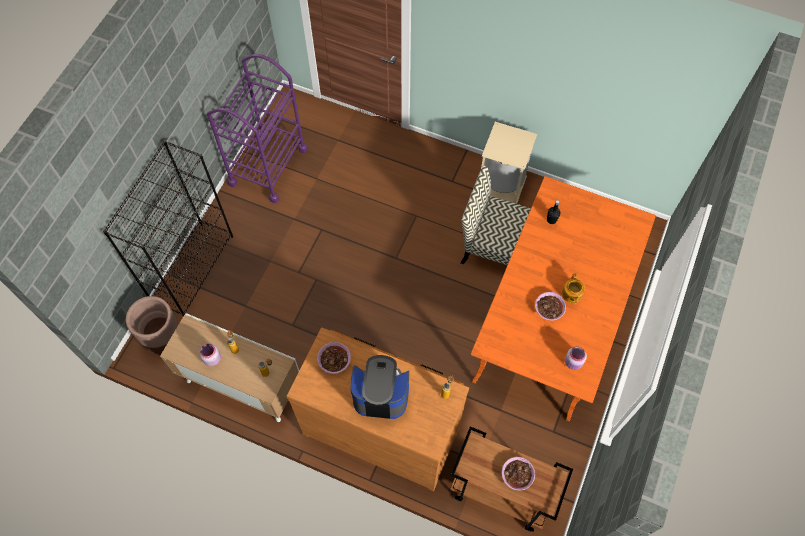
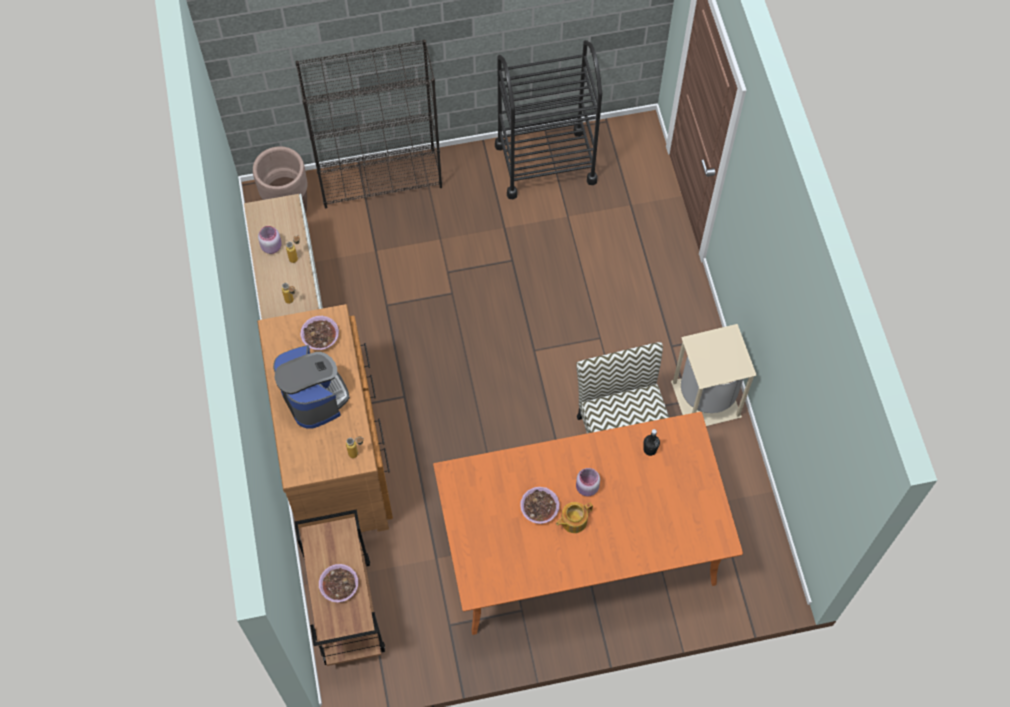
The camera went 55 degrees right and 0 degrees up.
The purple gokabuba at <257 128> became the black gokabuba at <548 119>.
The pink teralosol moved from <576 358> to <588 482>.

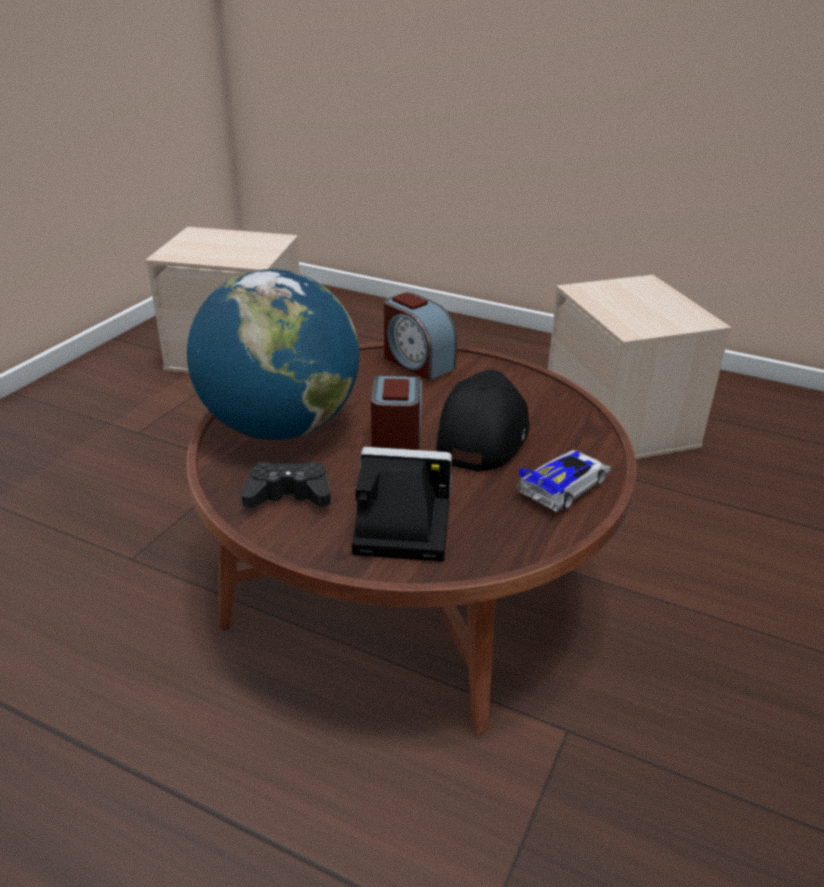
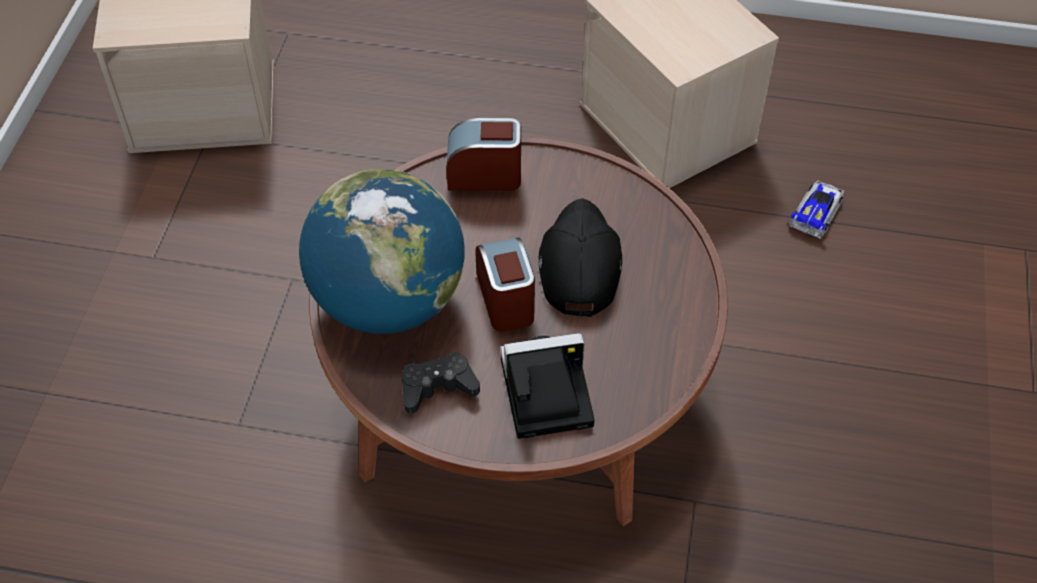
The camera went 15 degrees left and 20 degrees up.
The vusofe at <420 336> turned 150 degrees clockwise.
The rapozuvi moved from <563 481> to <816 209>.

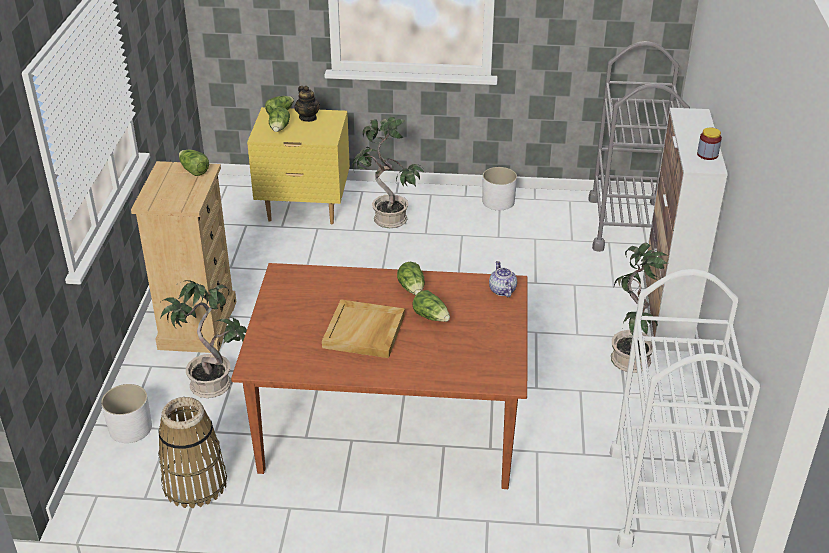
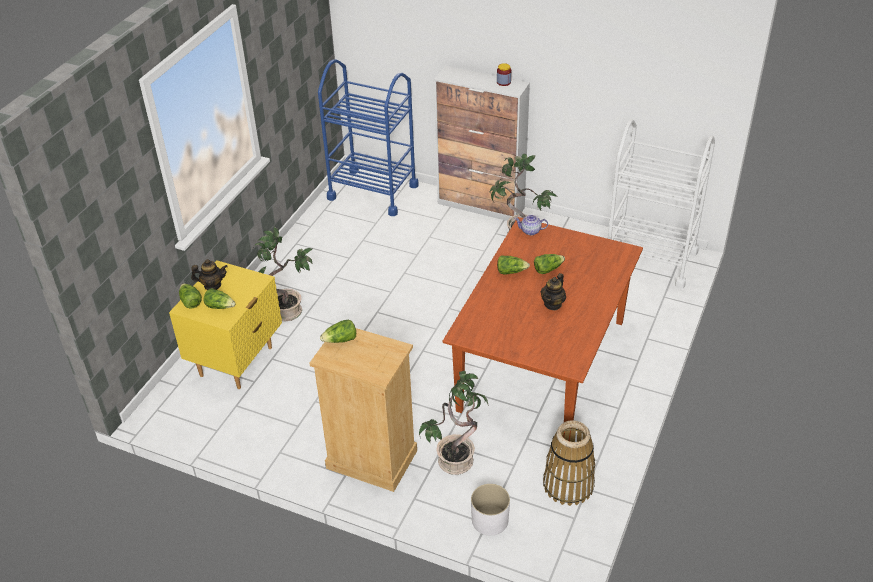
The camera went 70 degrees left and 5 degrees up.
The grey gokabuba at <639 146> became the blue gokabuba at <368 137>.
The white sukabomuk at <499 188> disappeared.
The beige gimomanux at <363 328> was replaced by the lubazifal at <553 291>.

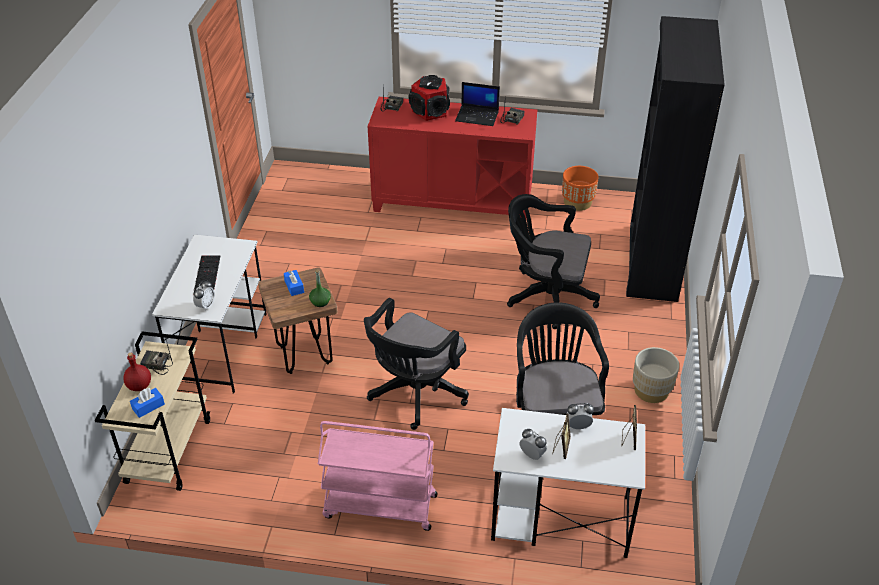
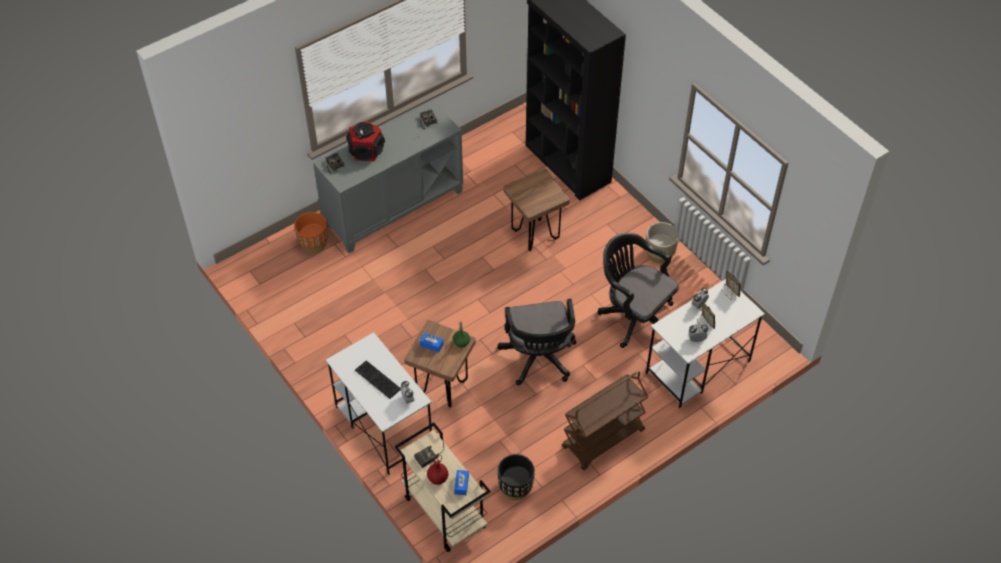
The camera went 45 degrees left and 10 degrees up.
The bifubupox at <477 104> disappeared.
The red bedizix at <452 158> became the grey bedizix at <388 177>.
The orange sukabomuk moved from <580 188> to <311 232>.
The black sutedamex at <553 261> was replaced by the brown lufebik at <536 209>.
The pink gokabuba at <378 476> became the brown gokabuba at <605 420>.
The black sukabomuk at <516 477> appeared.

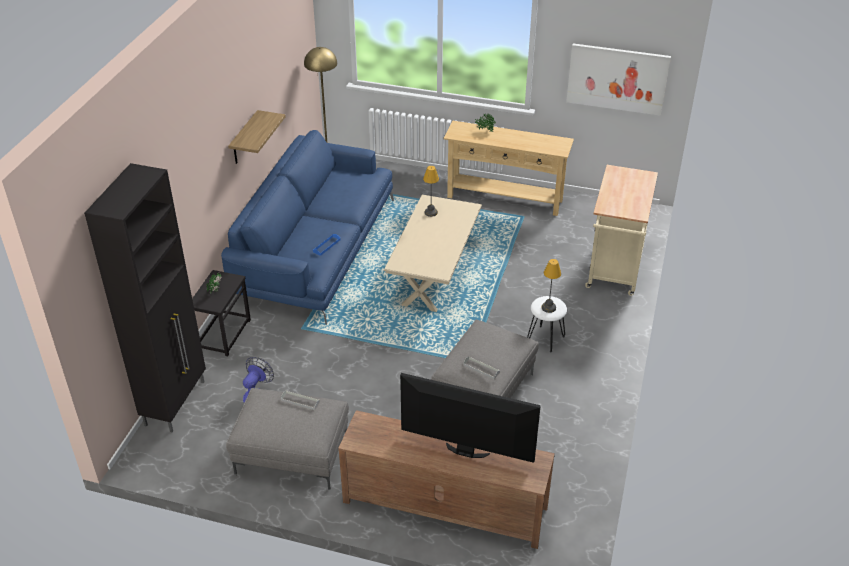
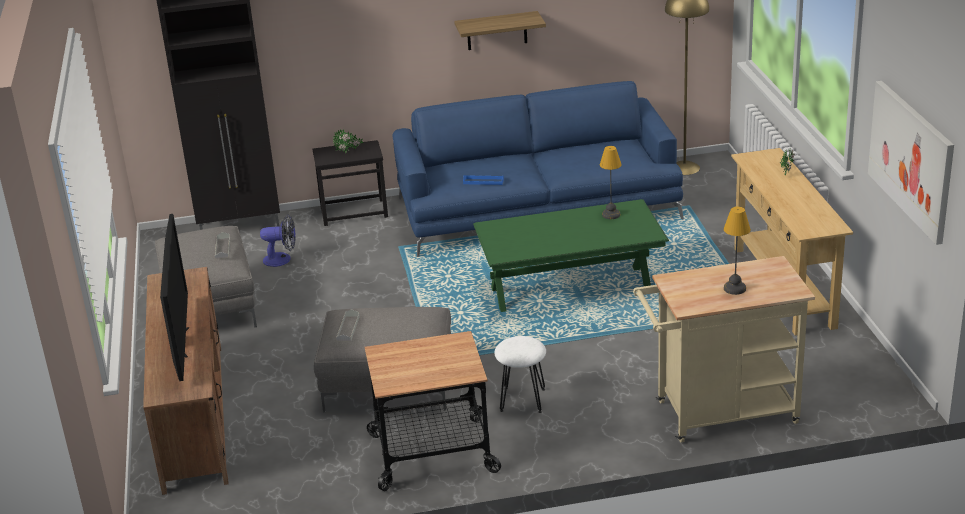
The camera went 65 degrees right and 10 degrees down.
The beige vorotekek at <433 253> became the green vorotekek at <571 255>.
The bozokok moved from <551 286> to <737 251>.
The gokabuba at <433 411> appeared.

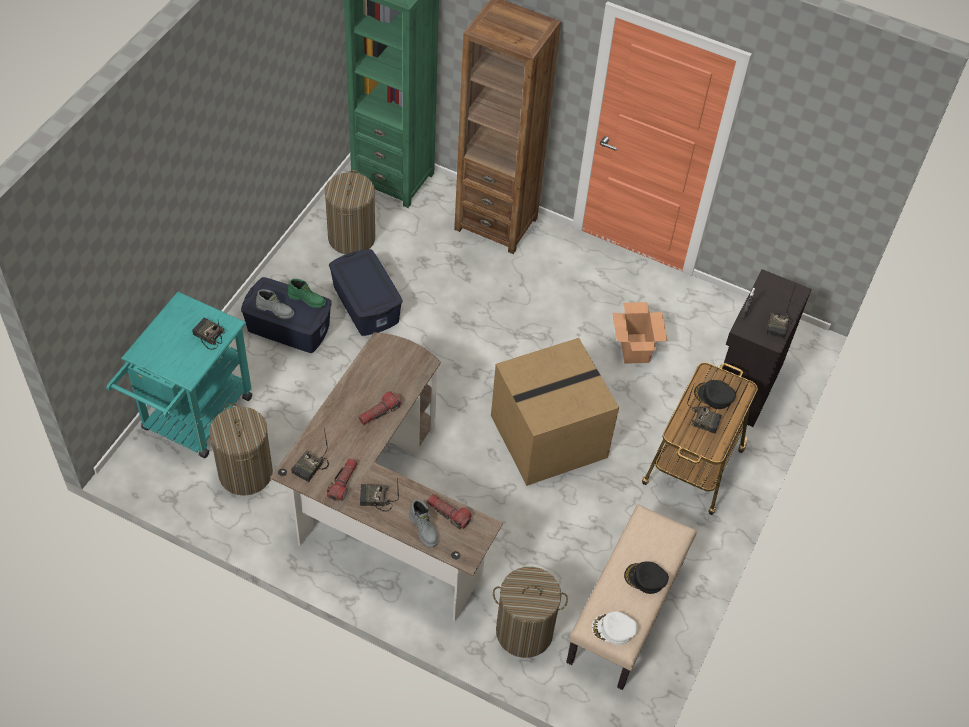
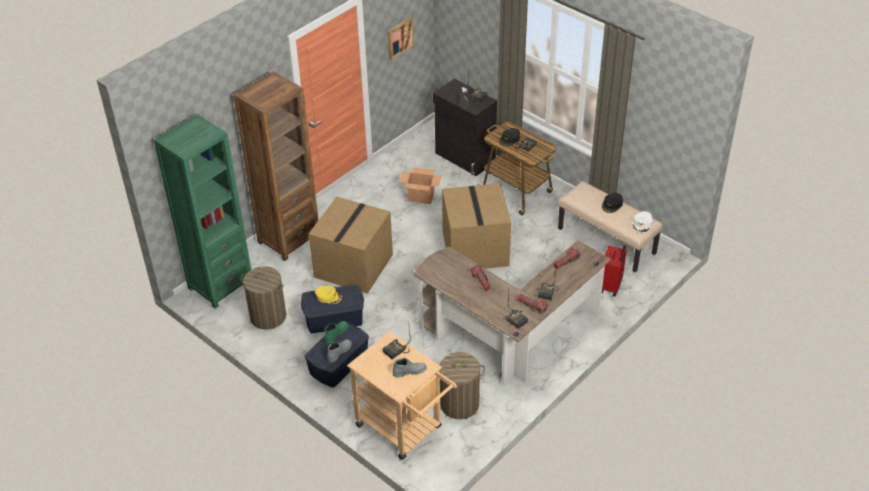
The camera went 70 degrees left and 10 degrees down.
The turquoise gokabuba at <179 375> became the beige gokabuba at <402 395>.
The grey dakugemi moved from <423 523> to <410 367>.
The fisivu at <530 612> was replaced by the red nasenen at <614 271>.
The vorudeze at <400 38> appeared.
The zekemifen at <351 245> appeared.
The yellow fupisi at <328 295> appeared.

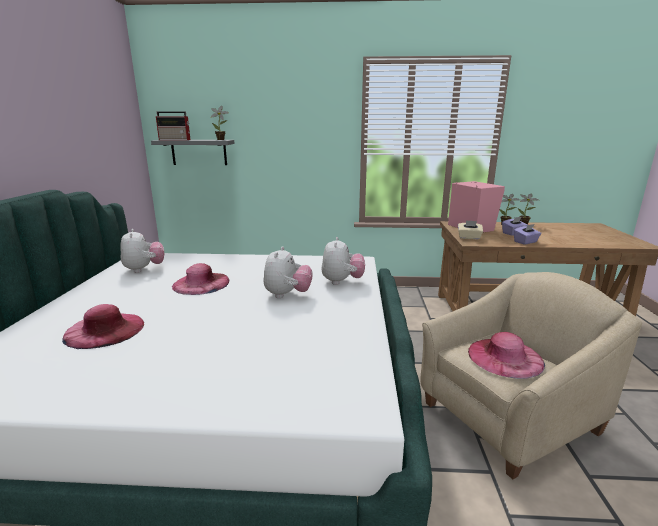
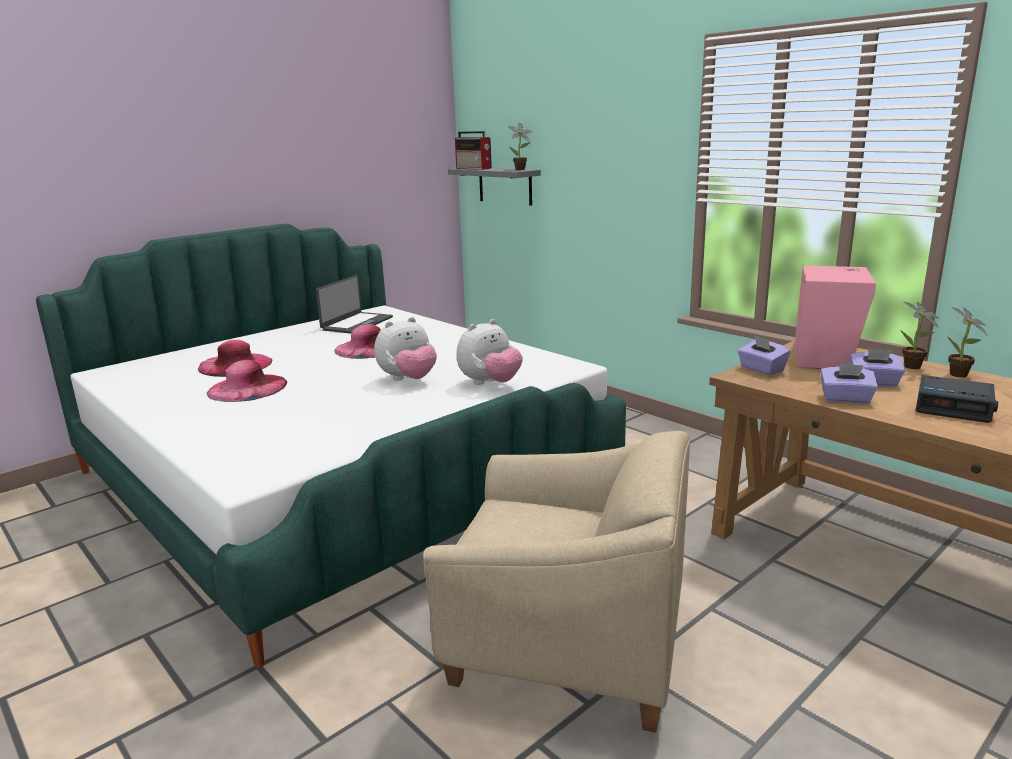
The camera went 45 degrees right and 0 degrees up.
The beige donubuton at <470 230> became the purple donubuton at <764 355>.
The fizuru at <142 251> was replaced by the bifubupox at <354 304>.
The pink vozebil moved from <506 355> to <247 381>.
The vusofe at <957 399> appeared.

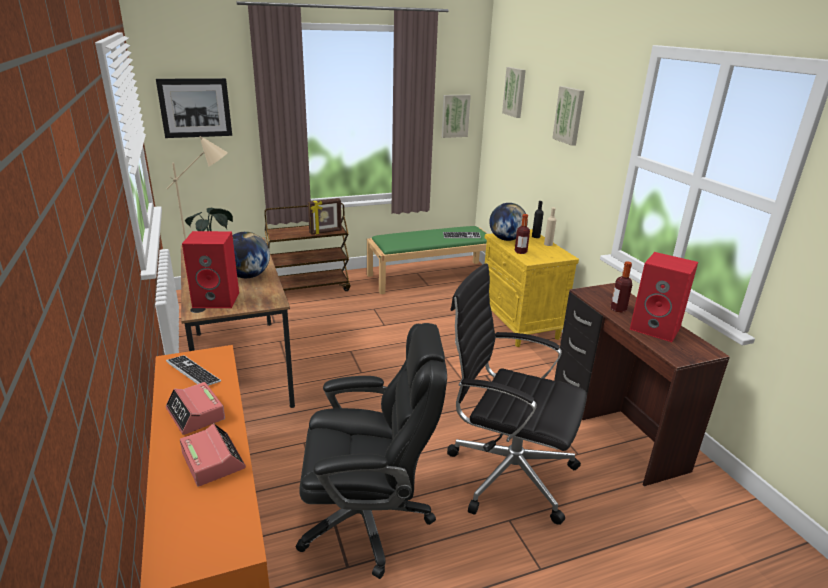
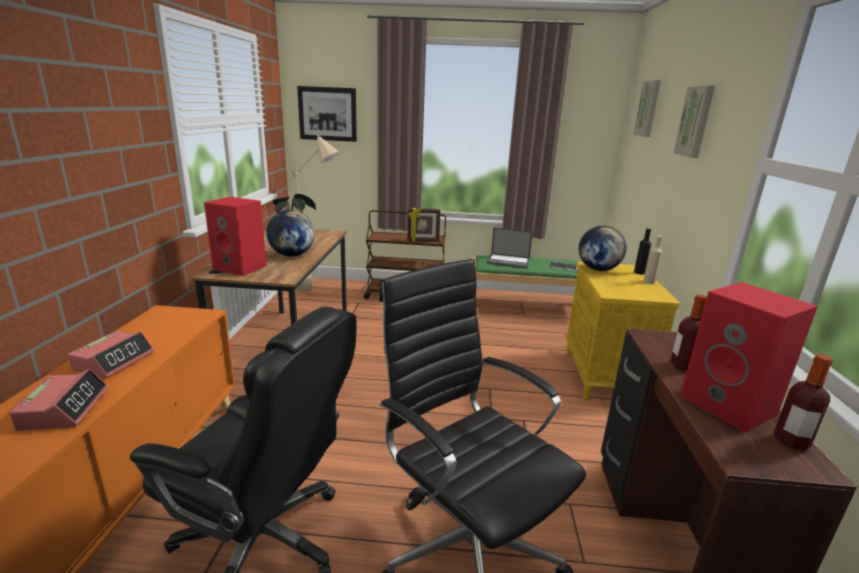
The camera went 25 degrees right and 5 degrees down.
The vorudeze at <456 116> disappeared.
The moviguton moved from <522 234> to <803 402>.
The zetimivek at <193 370> disappeared.
The vusofe at <195 408> turned 150 degrees counterclockwise.
The bifubupox at <510 248> appeared.

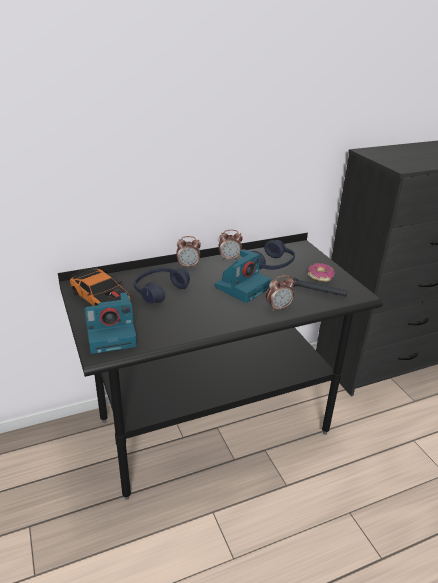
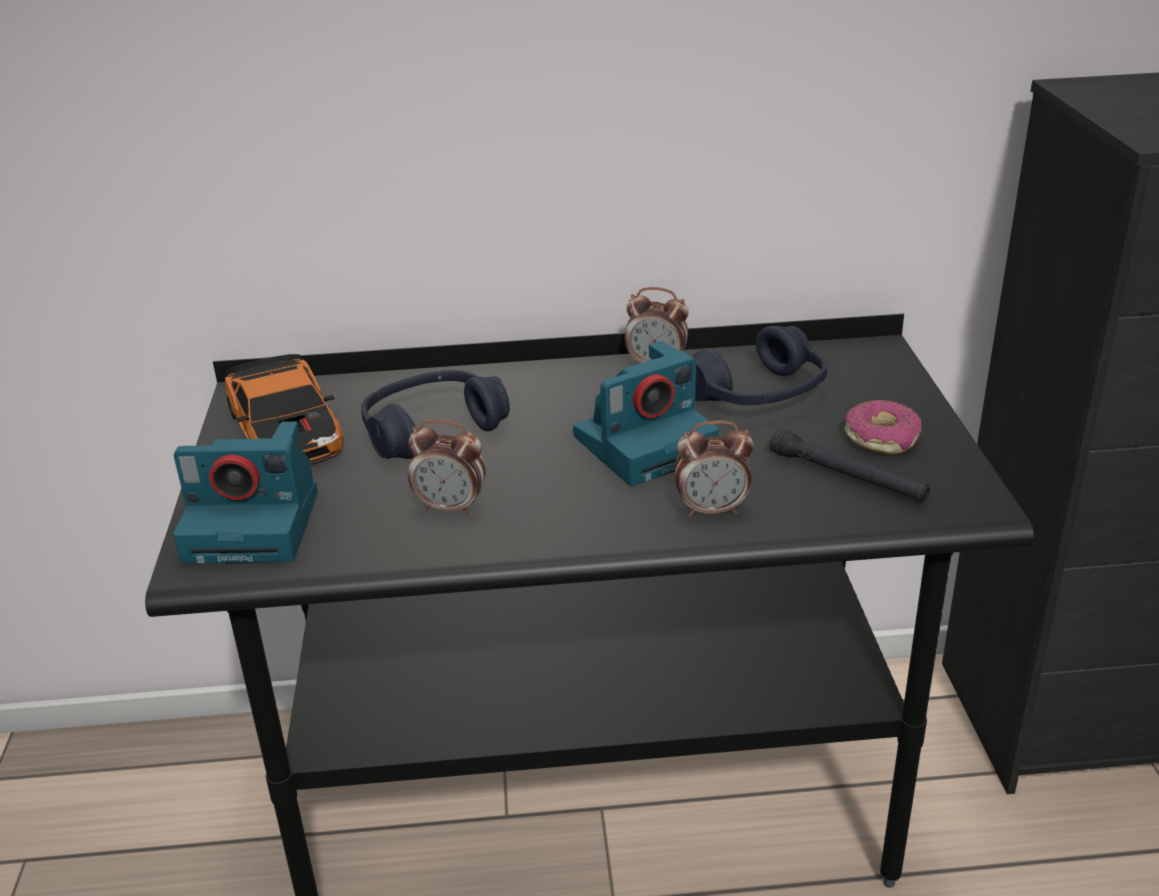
The camera went 20 degrees right and 0 degrees up.
The vusofe moved from <188 252> to <447 467>.

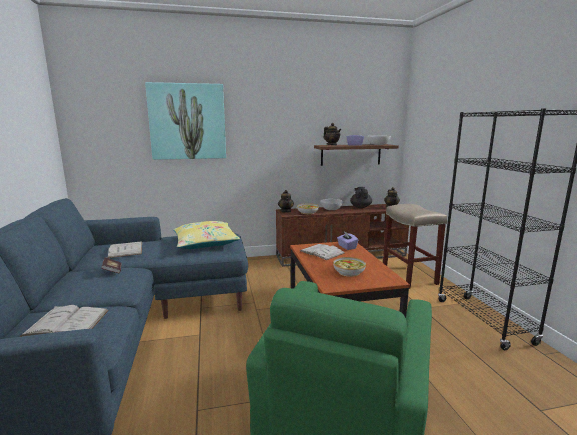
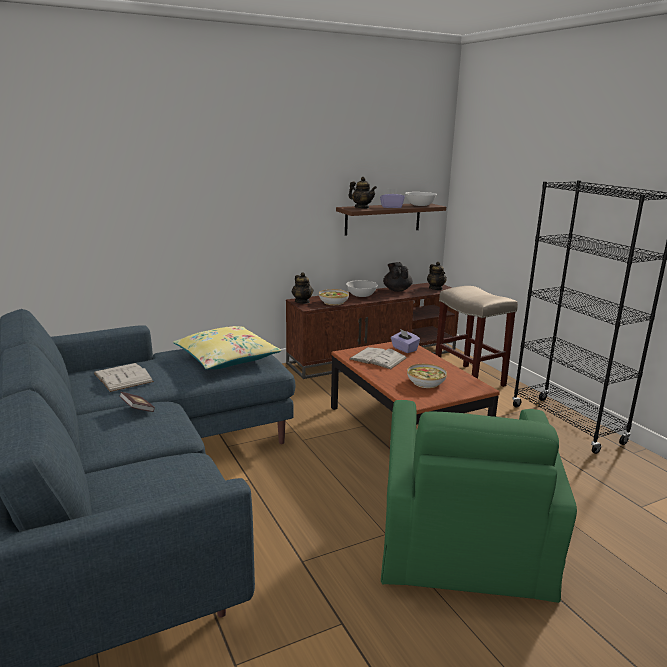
The camera went 15 degrees left and 5 degrees up.
The vorudeze at <185 121> disappeared.
The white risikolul at <64 321> disappeared.

